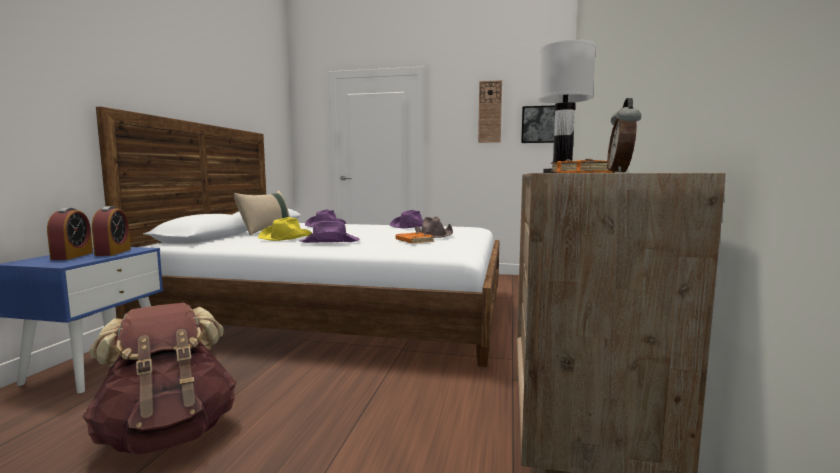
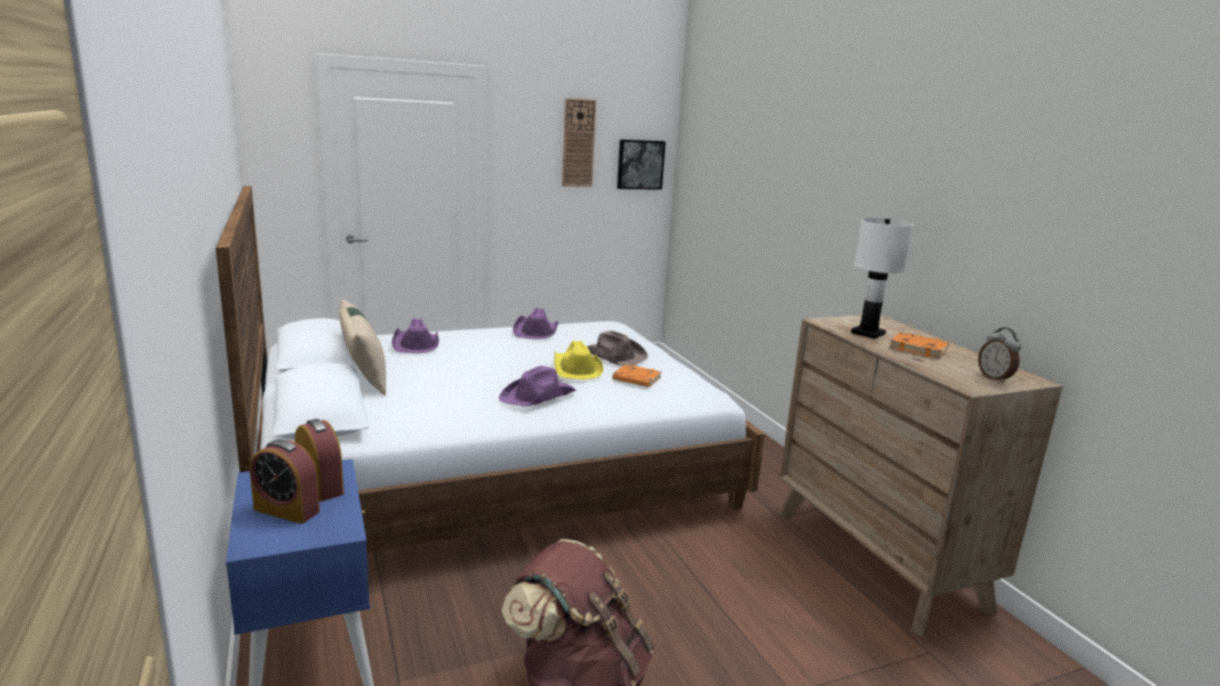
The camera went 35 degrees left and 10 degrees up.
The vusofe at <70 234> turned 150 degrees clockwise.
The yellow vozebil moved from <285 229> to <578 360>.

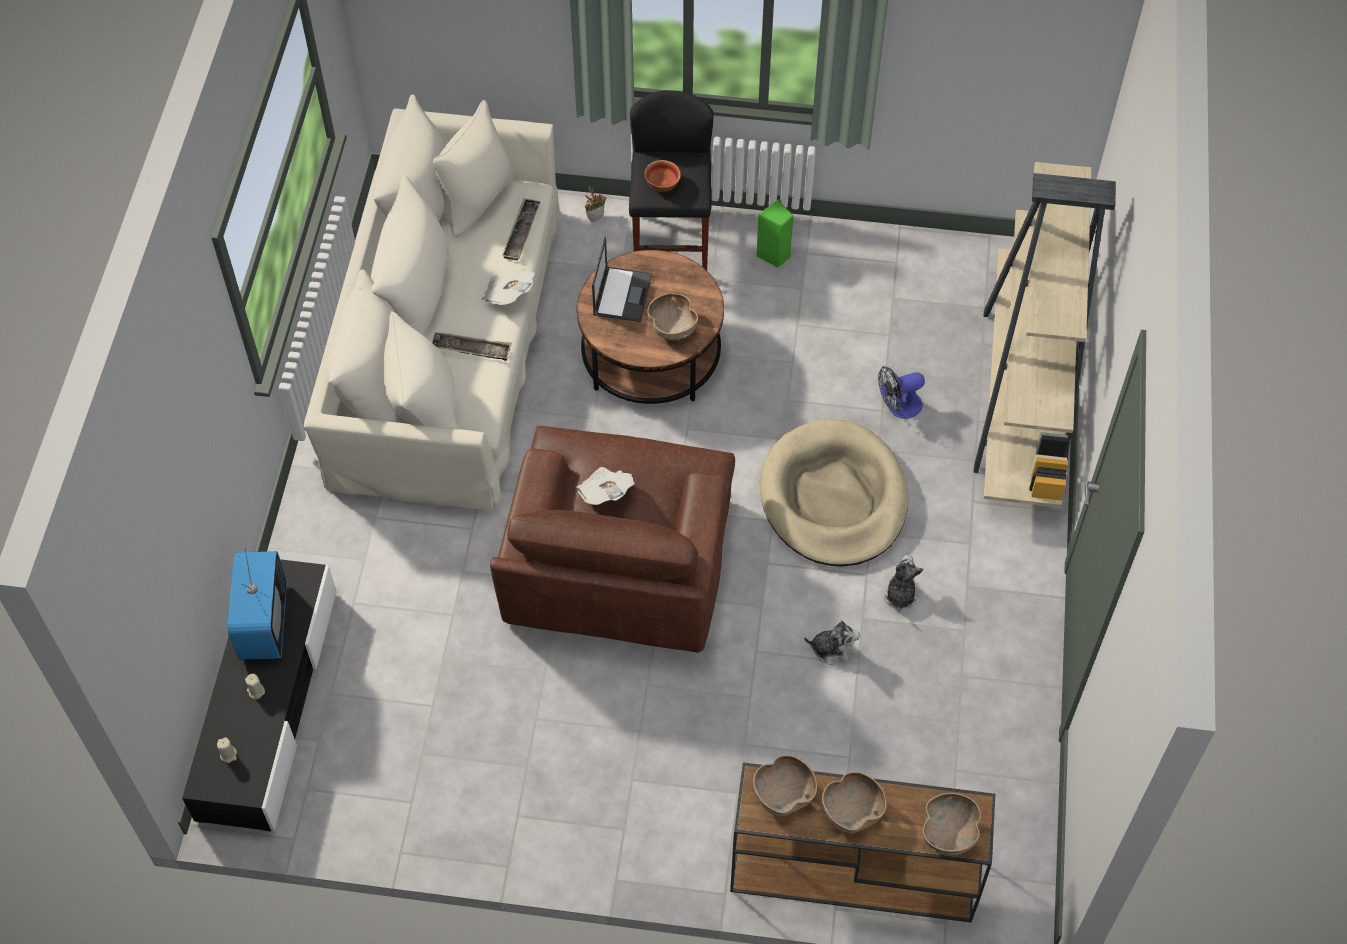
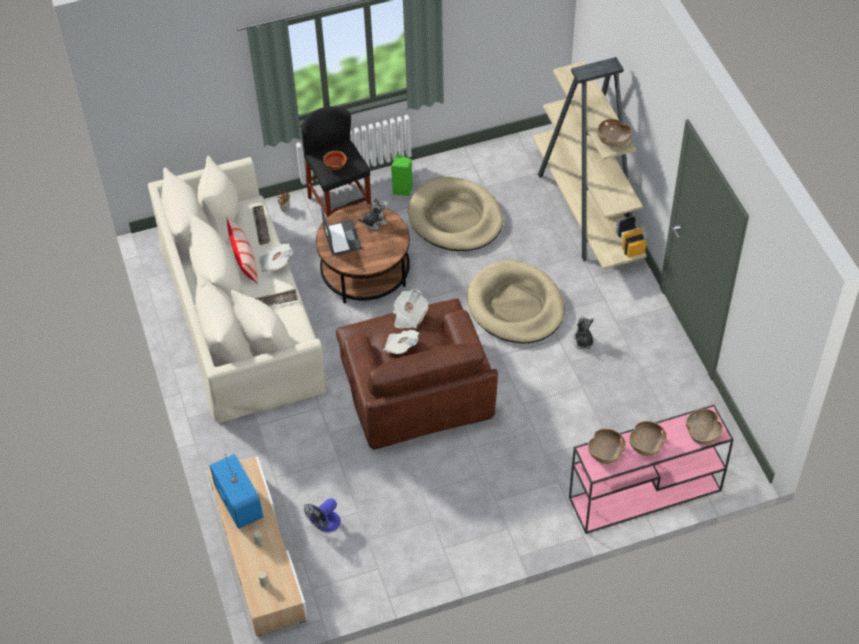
The camera went 25 degrees left and 5 degrees down.
The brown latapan moved from <672 316> to <614 133>.
The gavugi moved from <901 392> to <322 515>.
The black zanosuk at <259 695> became the beige zanosuk at <258 546>.
The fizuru moved from <832 642> to <373 213>.
The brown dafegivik at <862 842> became the pink dafegivik at <651 469>.
The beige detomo at <455 214> appeared.
The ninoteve at <242 250> appeared.
The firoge at <410 309> appeared.

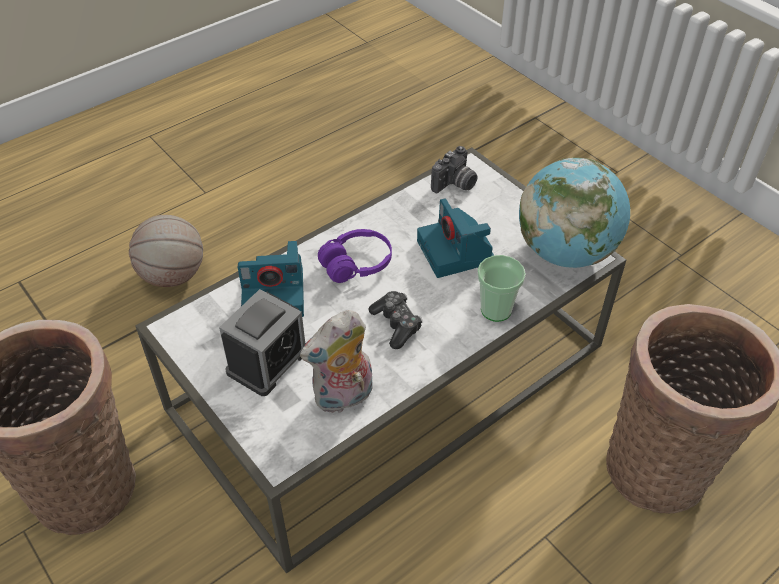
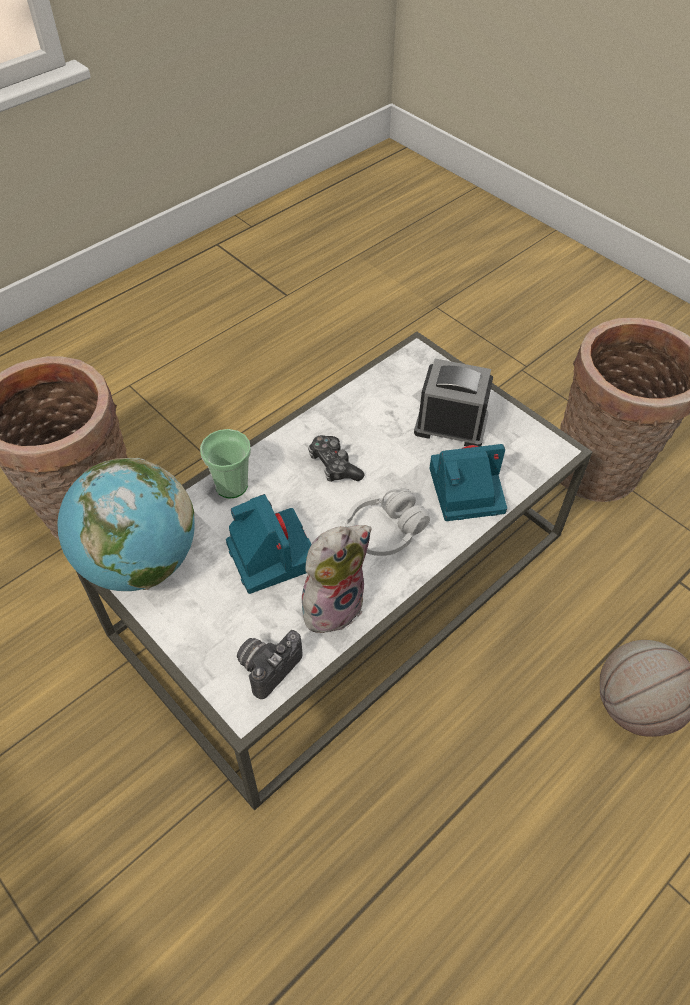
The camera went 175 degrees right and 5 degrees up.
The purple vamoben at <355 256> became the white vamoben at <388 522>.
The vusofe at <262 342> turned 75 degrees clockwise.
The fizuru moved from <336 361> to <337 581>.

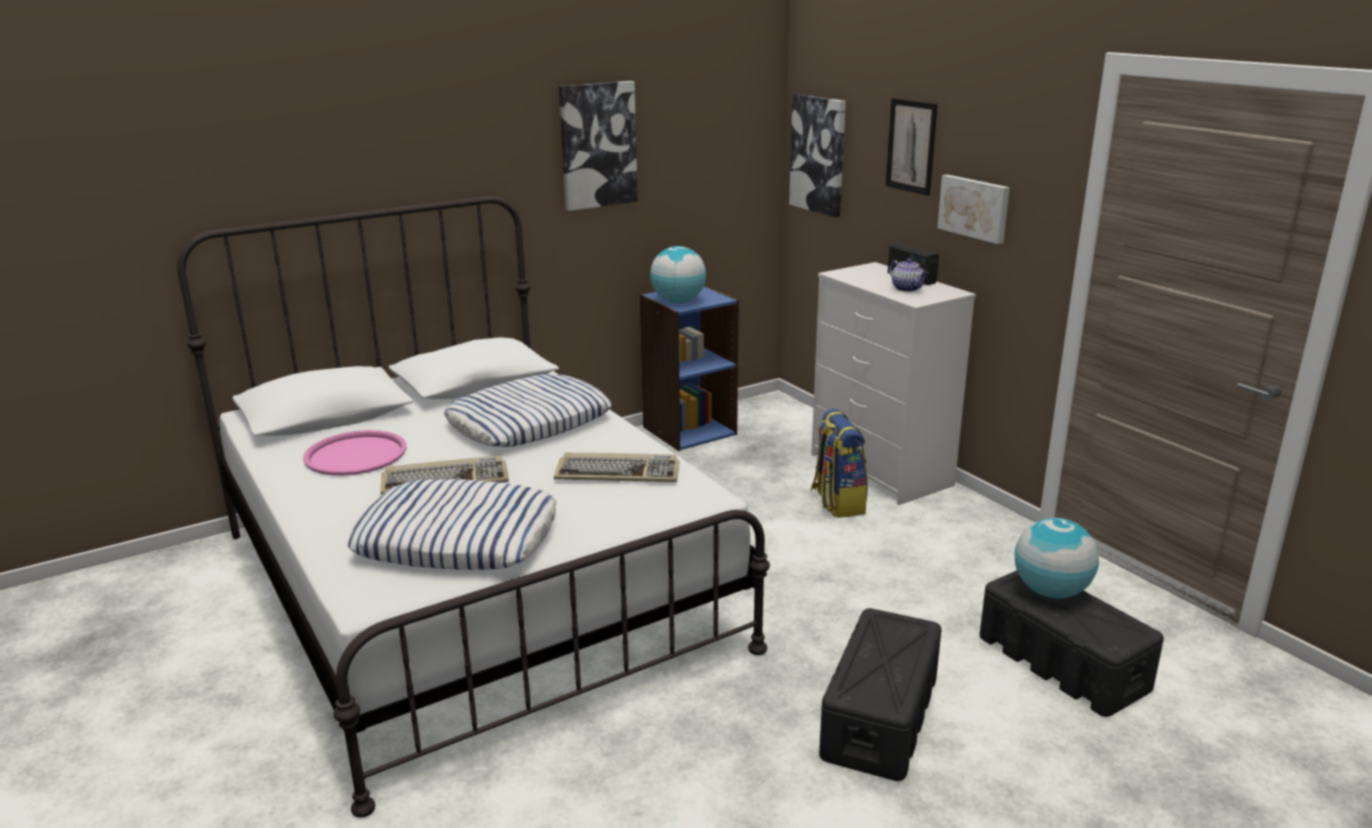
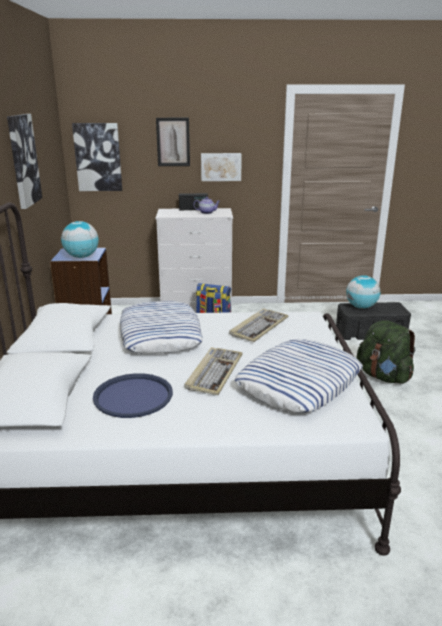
The camera went 60 degrees left and 0 degrees up.
The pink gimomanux at <355 453> became the blue gimomanux at <133 395>.
The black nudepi at <880 694> was replaced by the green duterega at <385 352>.

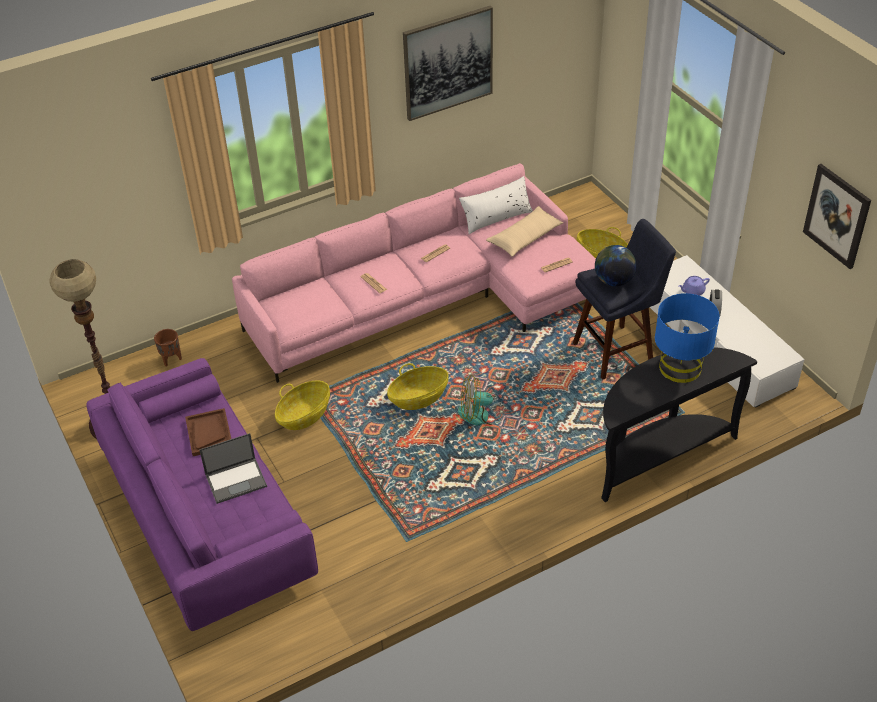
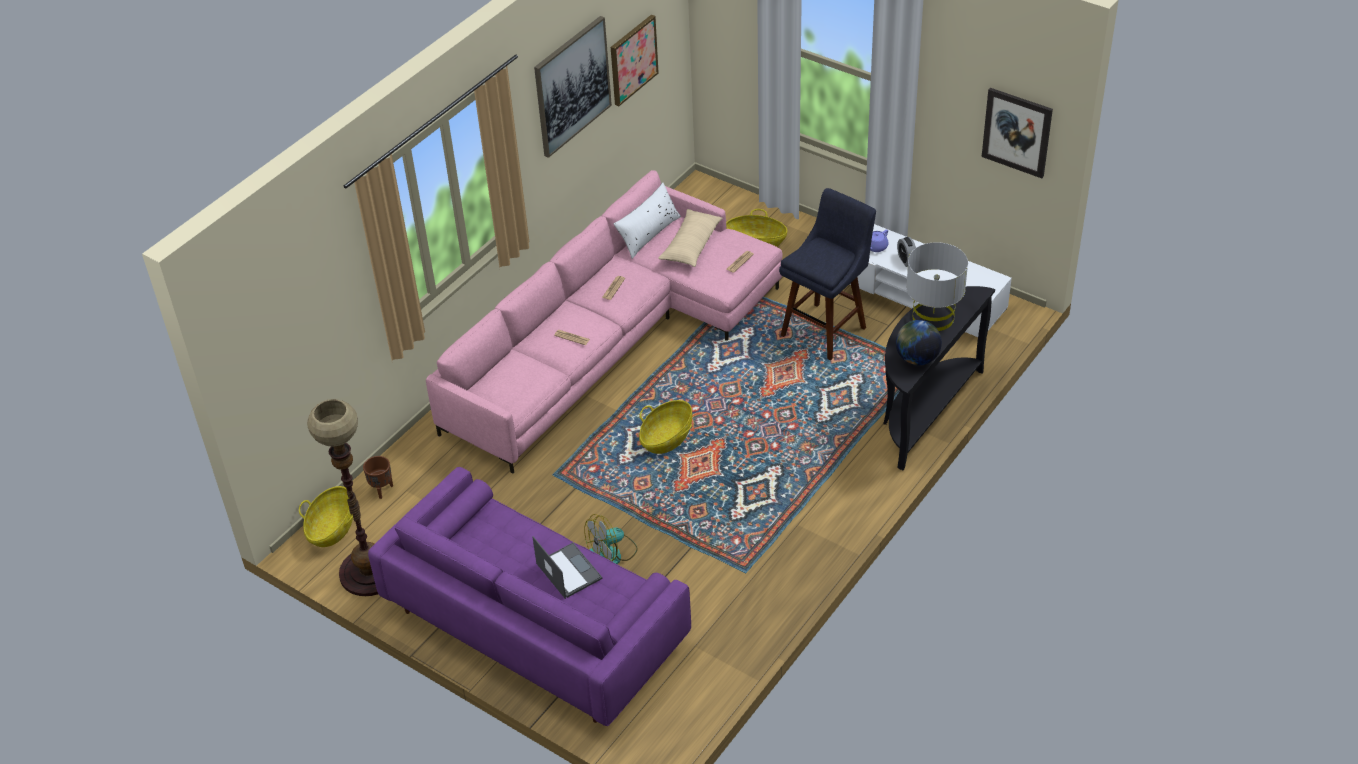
The camera went 25 degrees left and 0 degrees up.
The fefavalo moved from <615 265> to <919 342>.
The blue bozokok at <687 338> became the grey bozokok at <937 286>.
The gavugi moved from <481 401> to <611 539>.
The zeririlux moved from <302 405> to <326 516>.
The brown gimomanux at <208 432> disappeared.
The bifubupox at <233 468> turned 75 degrees counterclockwise.
The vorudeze at <635 60> appeared.

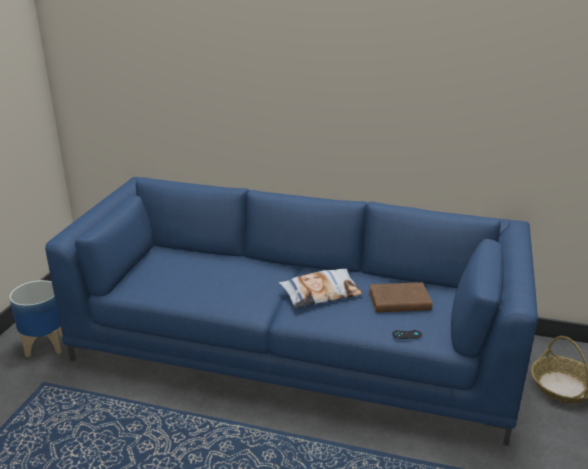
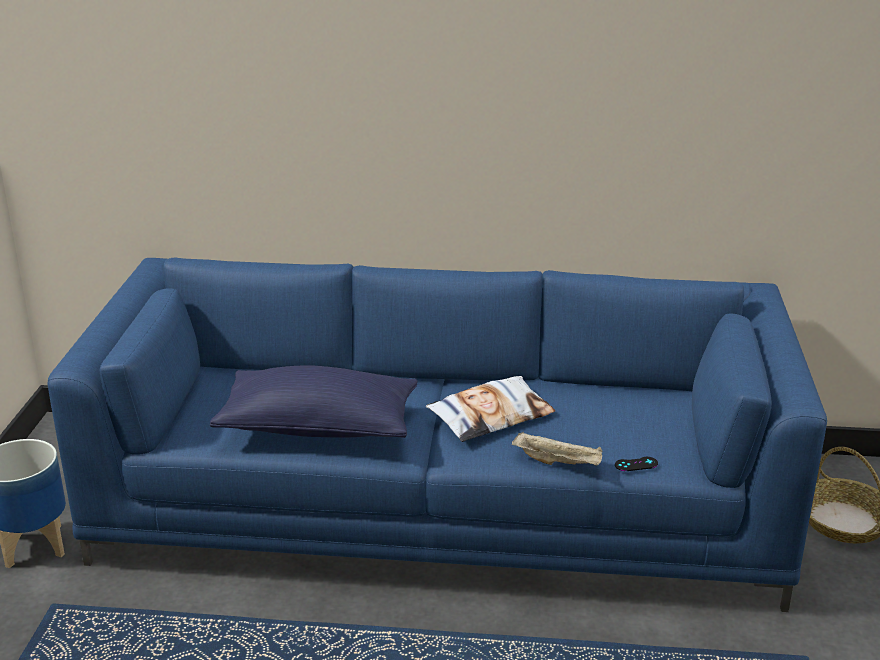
The camera went 10 degrees left and 0 degrees up.
The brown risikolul at <400 297> disappeared.
The blue ninoteve at <314 401> appeared.
The beige gimomanux at <557 448> appeared.

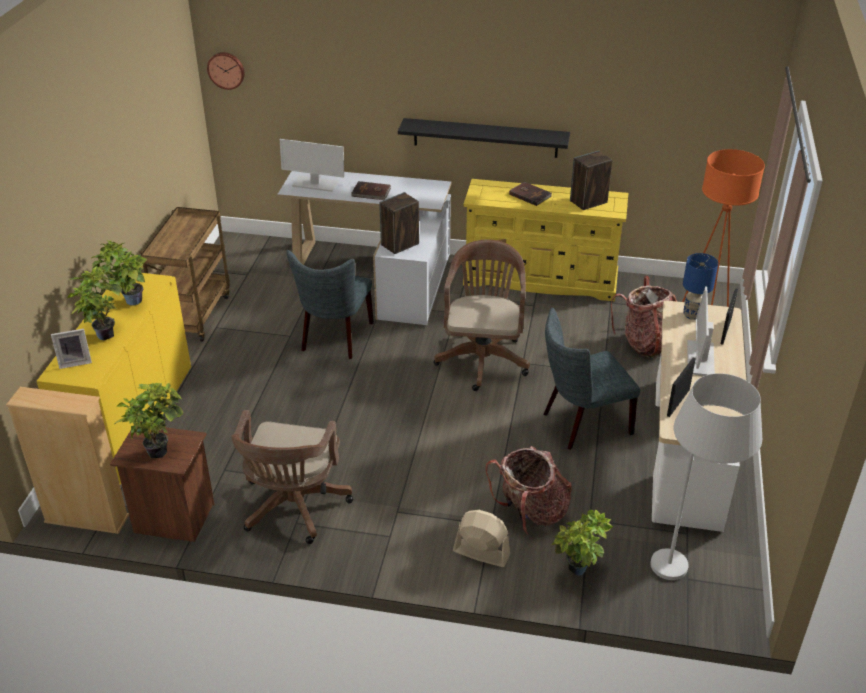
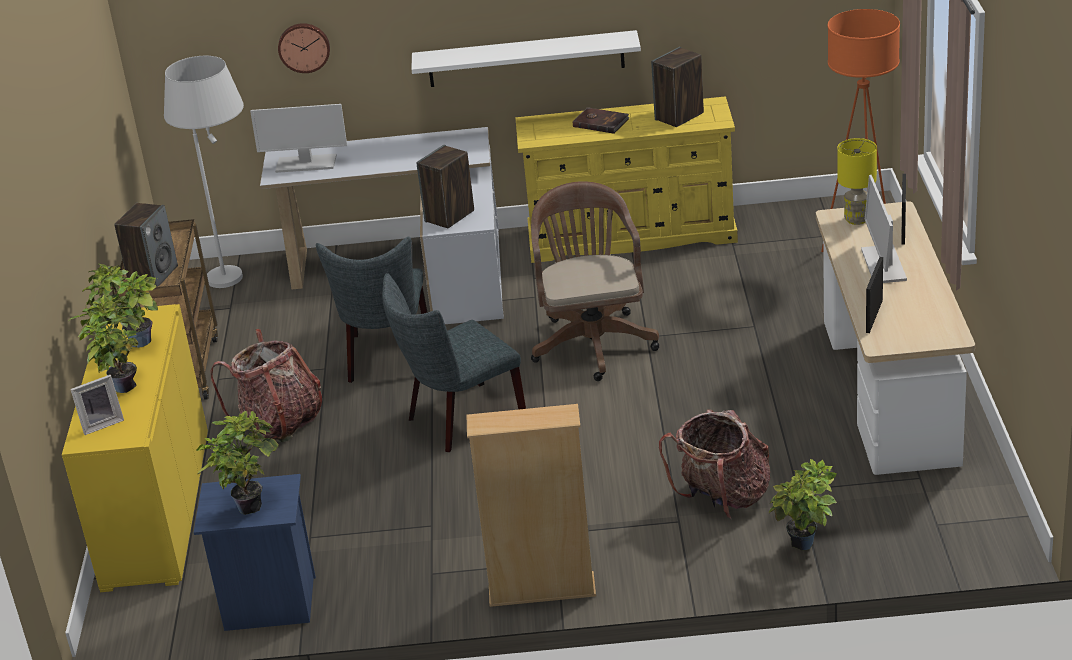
The camera went 10 degrees left and 5 degrees down.
The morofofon moved from <226 71> to <304 48>.
The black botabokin at <484 138> became the white botabokin at <526 58>.
The brown risikolul at <371 190> disappeared.
The blue bozokok at <700 286> became the yellow bozokok at <857 181>.
The duterega moved from <644 317> to <266 385>.
The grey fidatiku moved from <592 379> to <454 362>.
The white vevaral moved from <706 476> to <204 172>.
The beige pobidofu moved from <67 460> to <531 505>.
The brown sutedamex at <292 477> disappeared.
The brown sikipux at <162 484> became the blue sikipux at <255 552>.
The beige gavugi at <481 538> disappeared.
The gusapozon at <146 245> appeared.

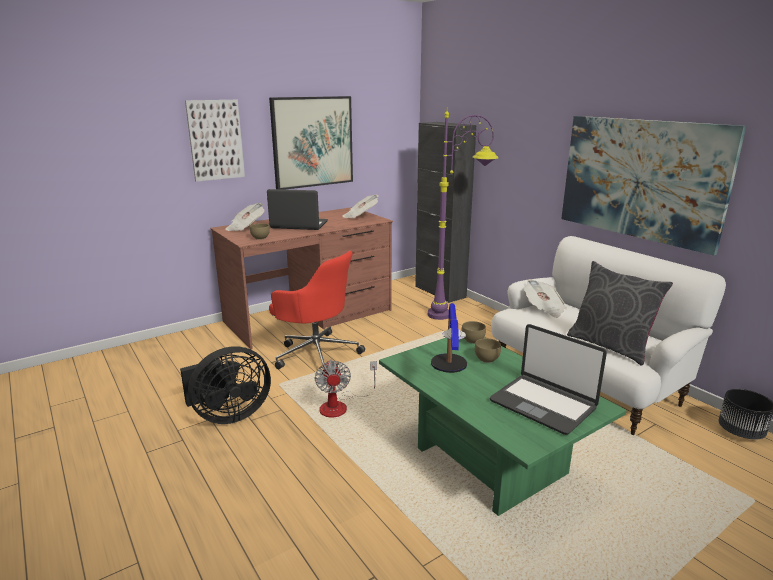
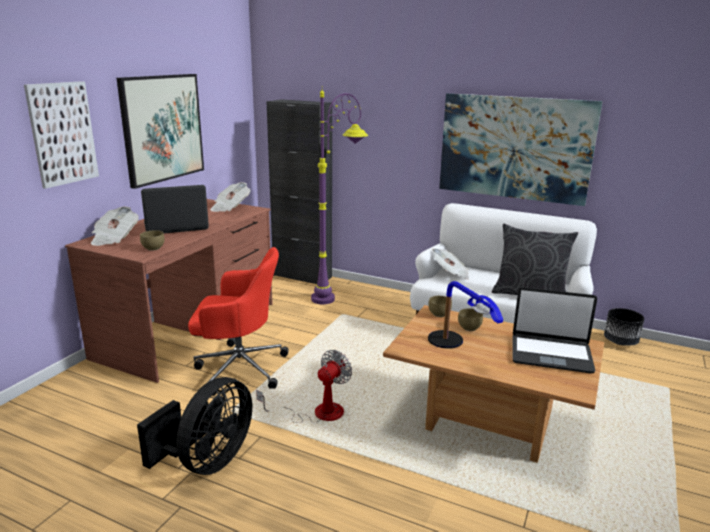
The camera went 30 degrees left and 0 degrees up.
The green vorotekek at <503 426> became the brown vorotekek at <493 384>.
The gavugi at <346 388> turned 105 degrees counterclockwise.

